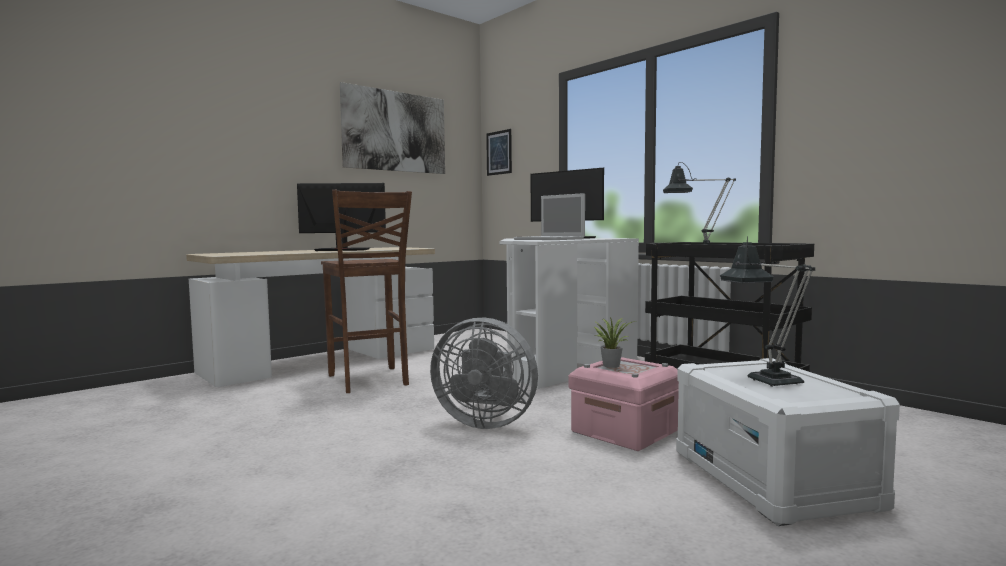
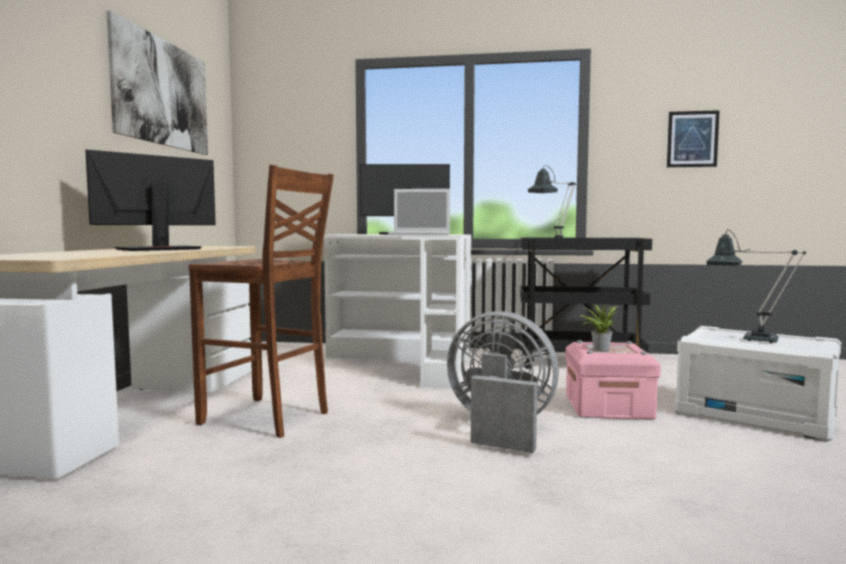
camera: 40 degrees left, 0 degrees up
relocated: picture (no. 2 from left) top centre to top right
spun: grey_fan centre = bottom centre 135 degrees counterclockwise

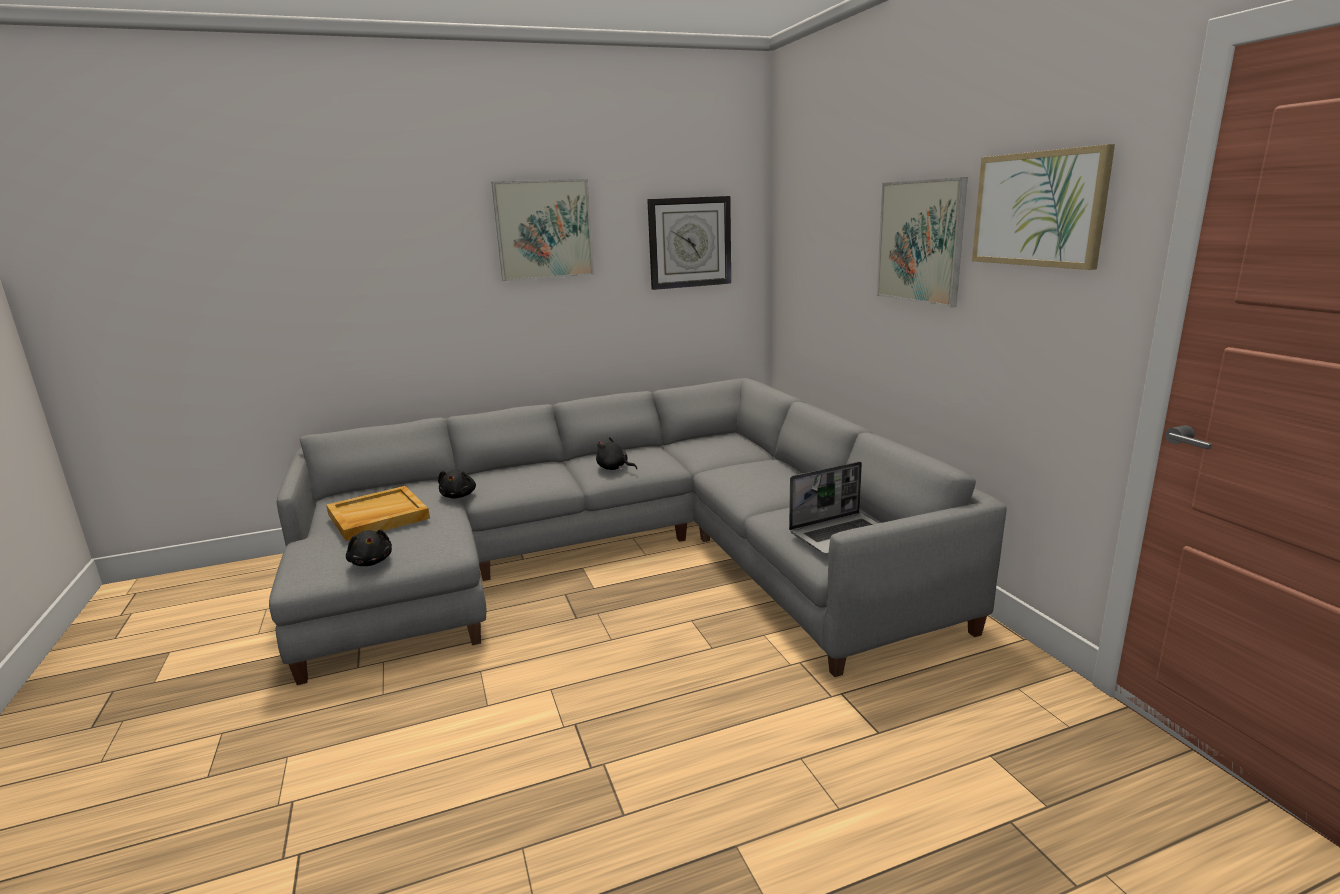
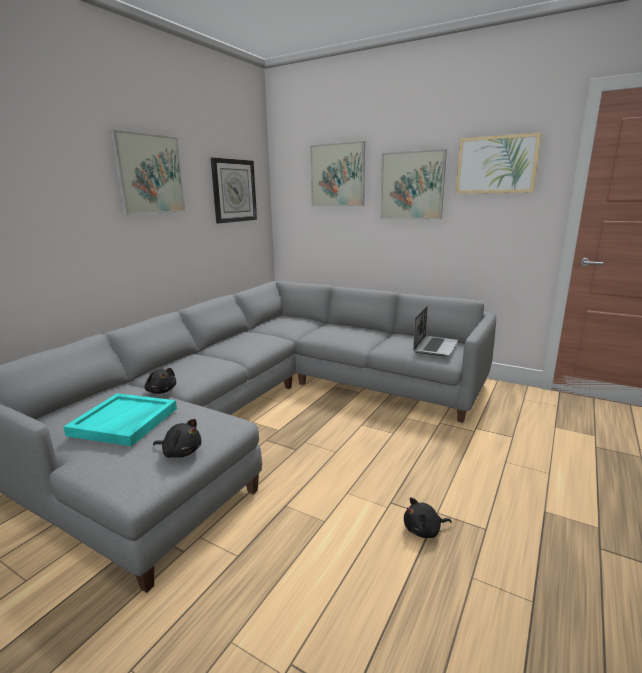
camera: 40 degrees left, 0 degrees up
appeared: picture (no. 2 from left) top centre
relocated: black_plush_toy (no. 3 from left) centre to bottom right
colour: beige_tray middle left to turquoise_tray middle left

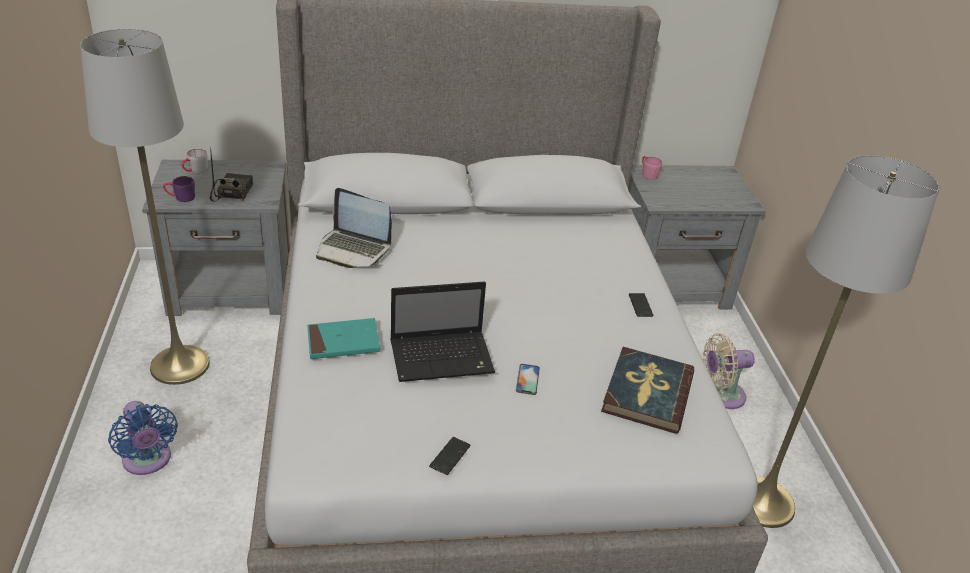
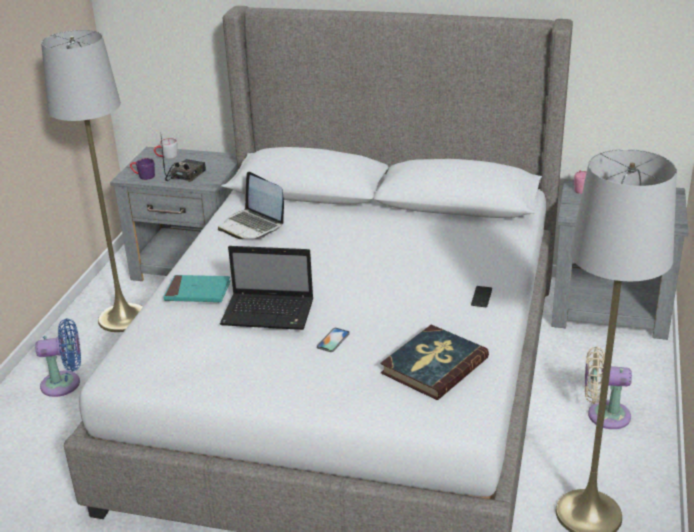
camera: 25 degrees right, 5 degrees down
missing: phone (no. 1 from left) bottom centre
spun: blue_fan bottom left = bottom left 90 degrees counterclockwise

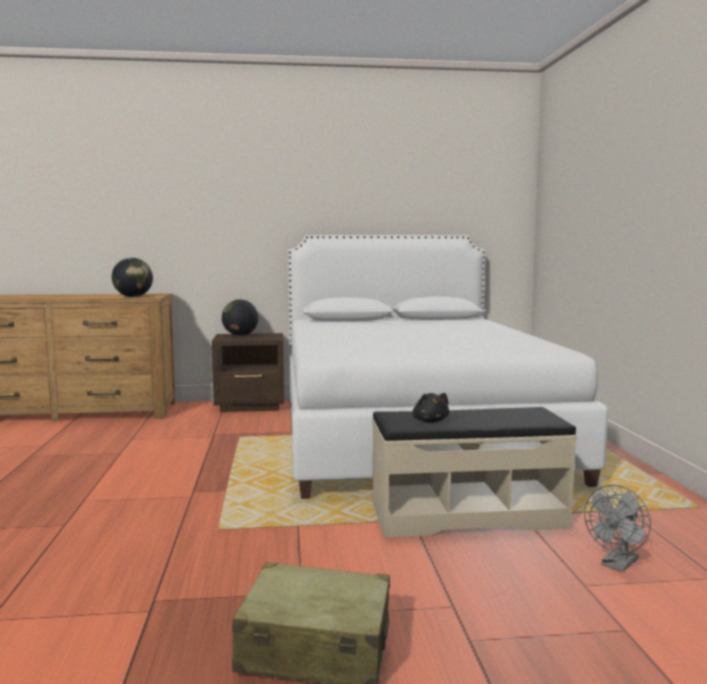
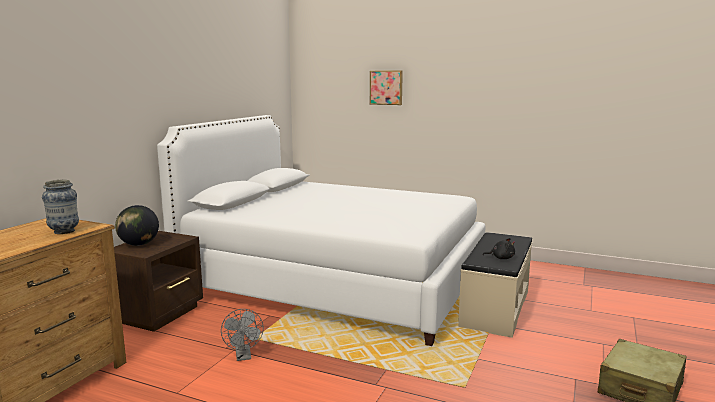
camera: 60 degrees left, 5 degrees up
appeared: picture top centre
relocated: grey_fan bottom right to bottom centre
exchanged: globe (no. 1 from left) middle left to vase middle left

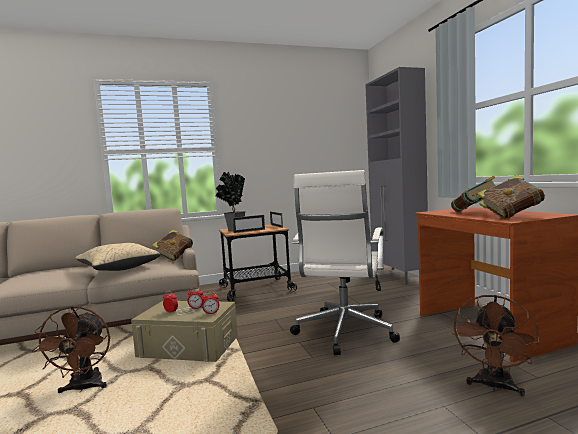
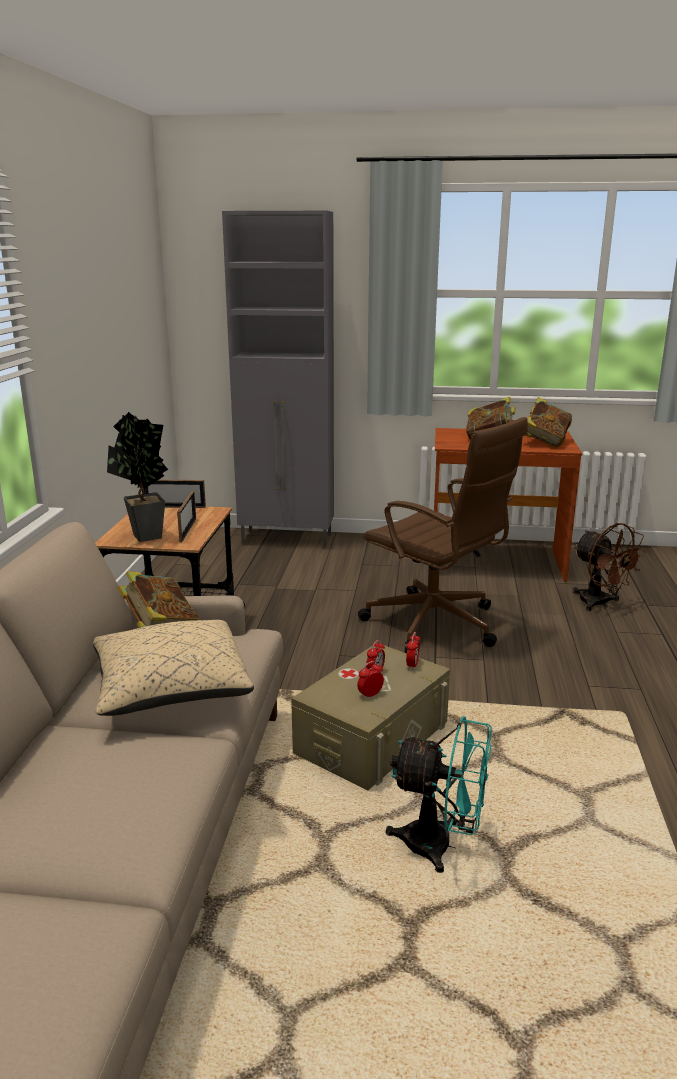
camera: 65 degrees left, 15 degrees up
colour: white_office_chair centre to brown_office_chair centre; brown_fan (no. 1 from left) bottom left to turquoise_fan bottom centre

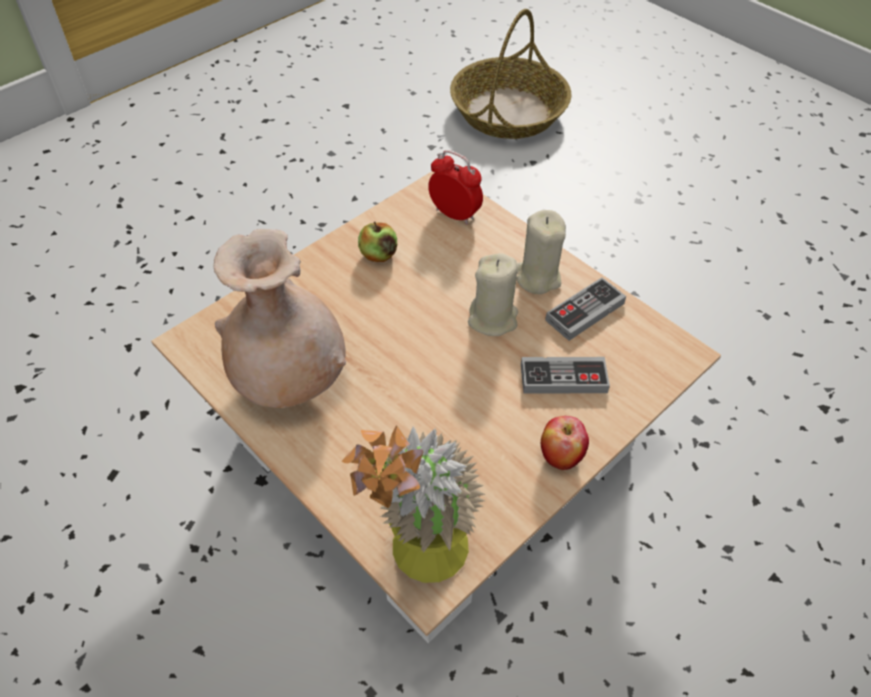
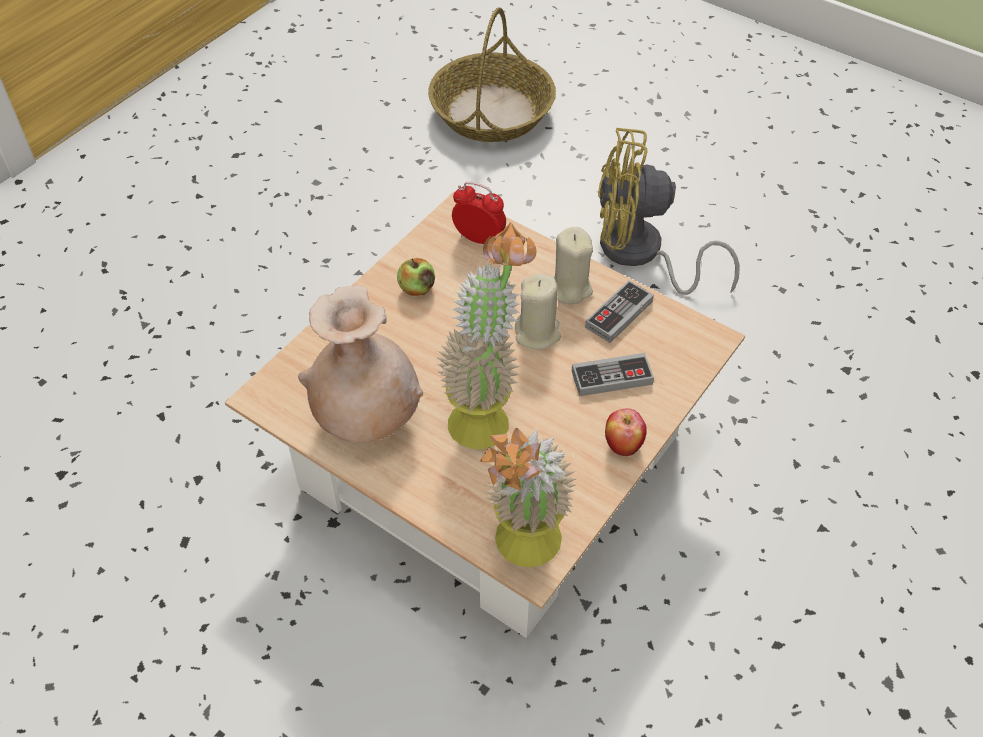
camera: 10 degrees left, 0 degrees up
appeared: potted_plant (no. 1 from left) centre; yellow_fan top right

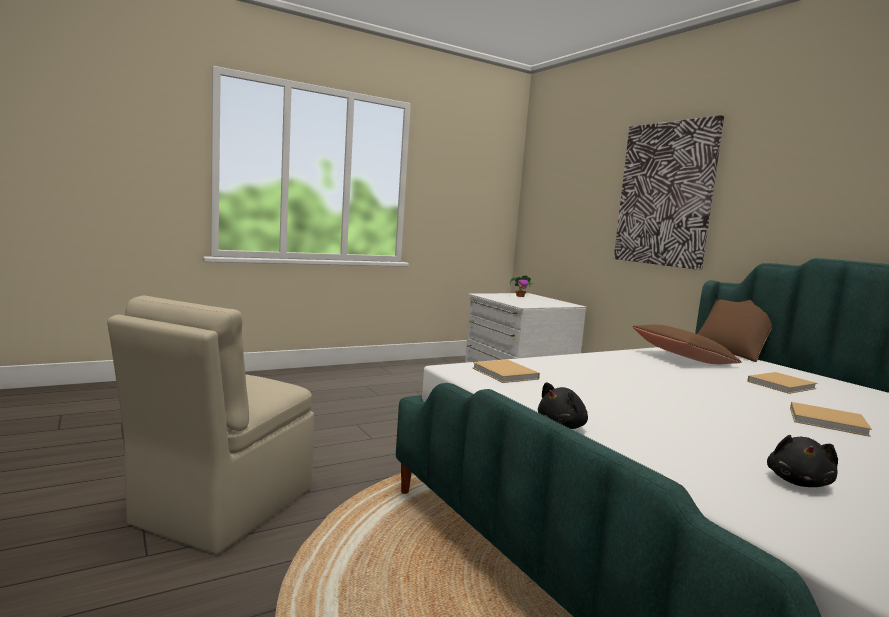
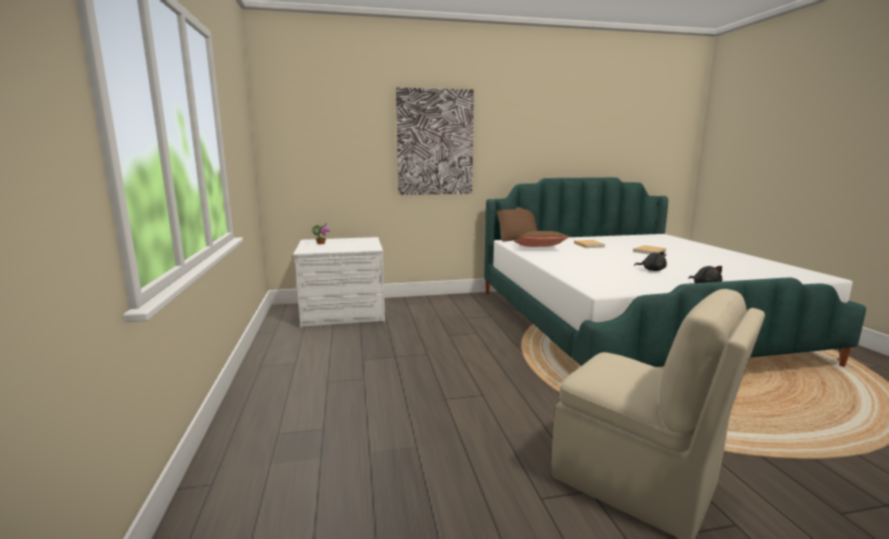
camera: 70 degrees left, 5 degrees up
missing: beige_book (no. 1 from left) centre
relocated: black_plush_toy (no. 2 from left in the first image) bottom right to black_plush_toy (no. 1 from left) middle right

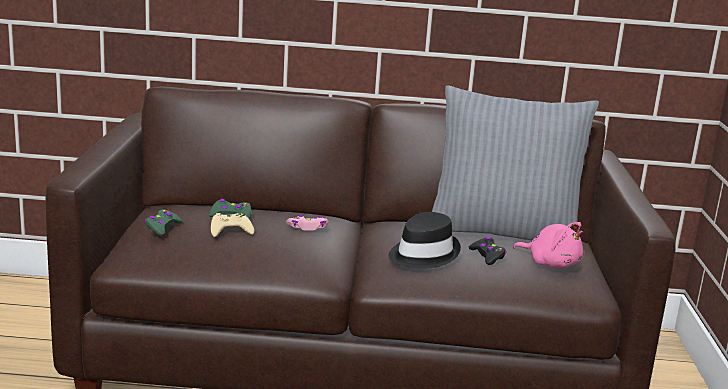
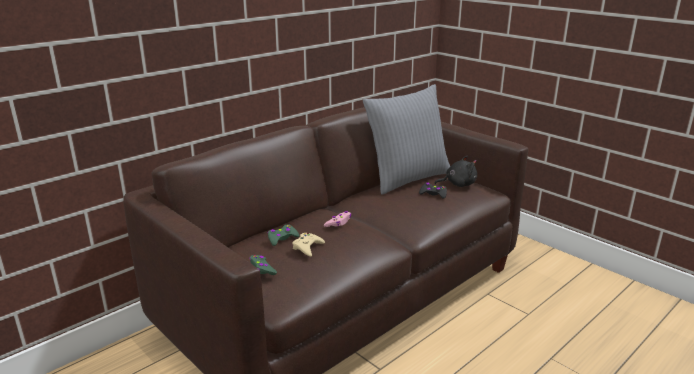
camera: 45 degrees left, 5 degrees up
missing: black_hat centre
colour: pink_plush_toy middle right to black_plush_toy centre

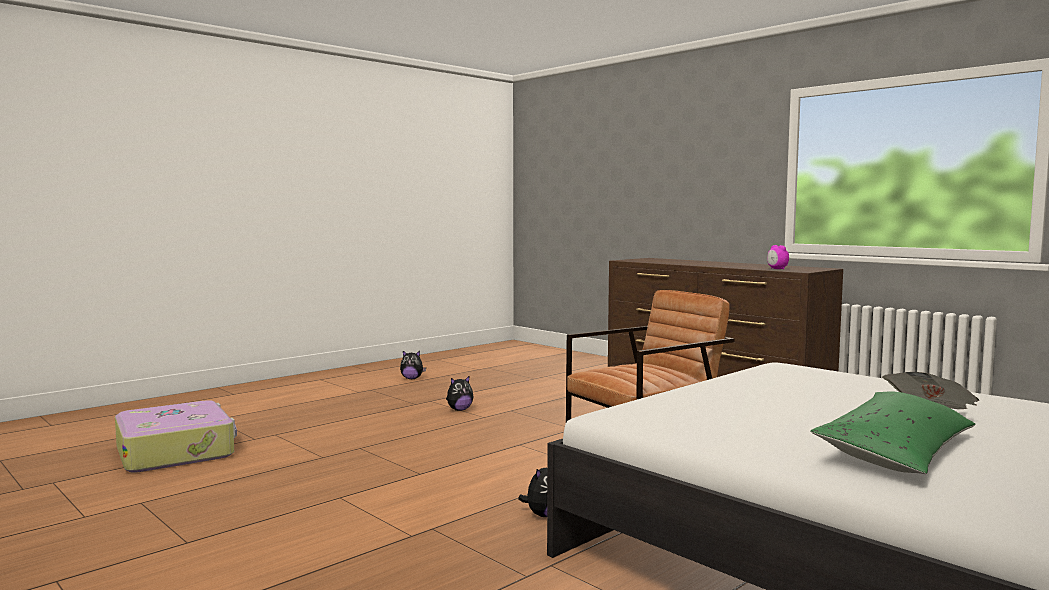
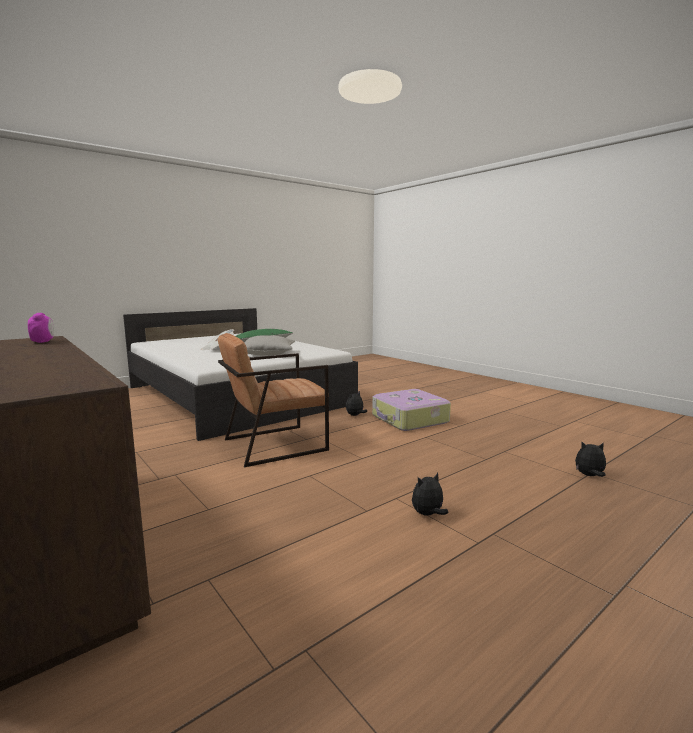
camera: 175 degrees left, 5 degrees up
appeared: grey_pillow centre
relocated: suitcase bottom left to centre; plush_toy (no. 1 from left in the first image) centre to plush_toy (no. 3 from left) middle right

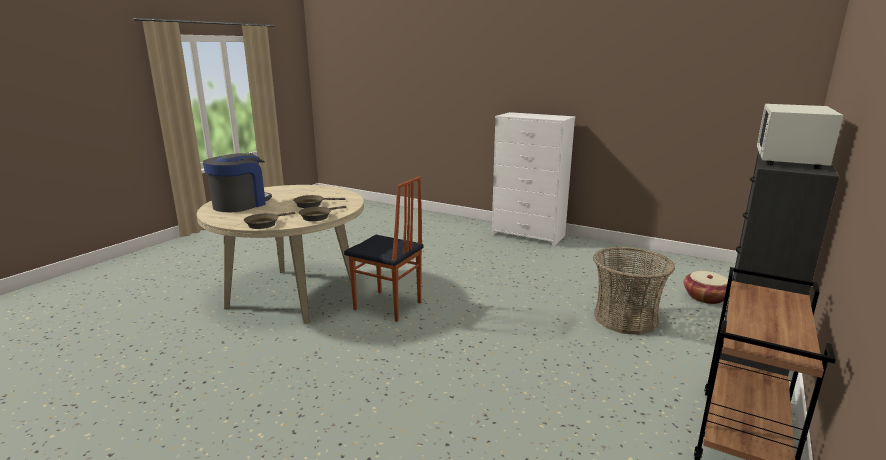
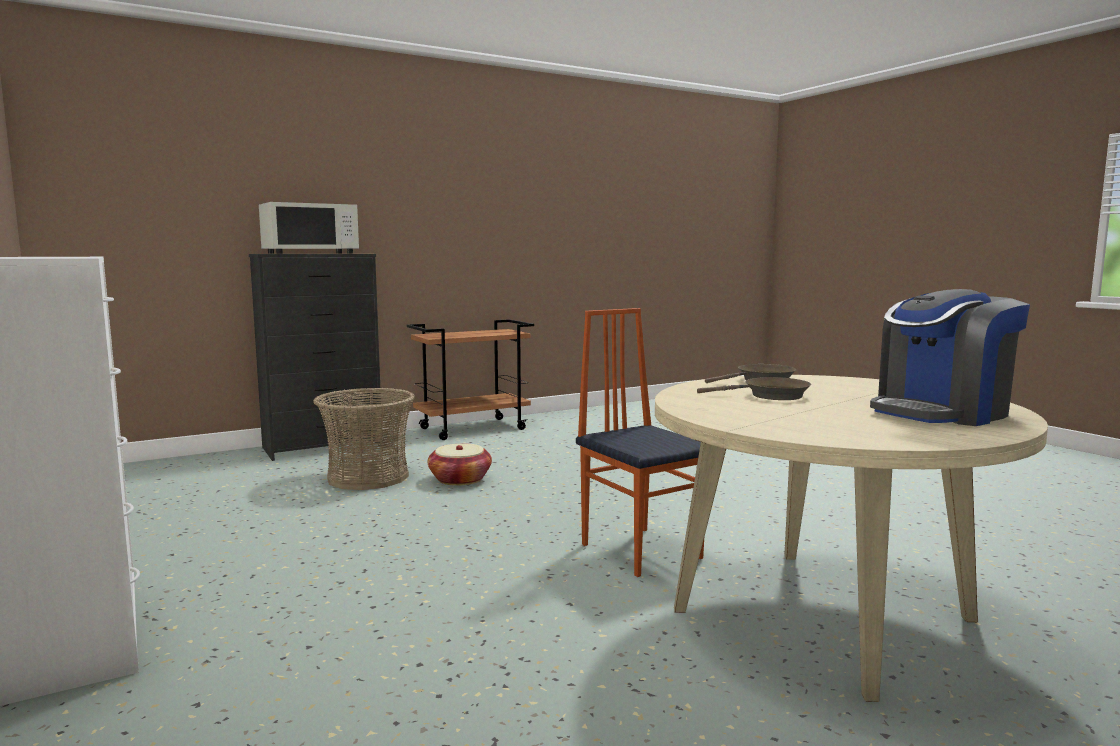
camera: 150 degrees left, 10 degrees down
missing: brown_frying_pan (no. 1 from left) middle left
relocated: basket (no. 2 from left) middle right to centre

